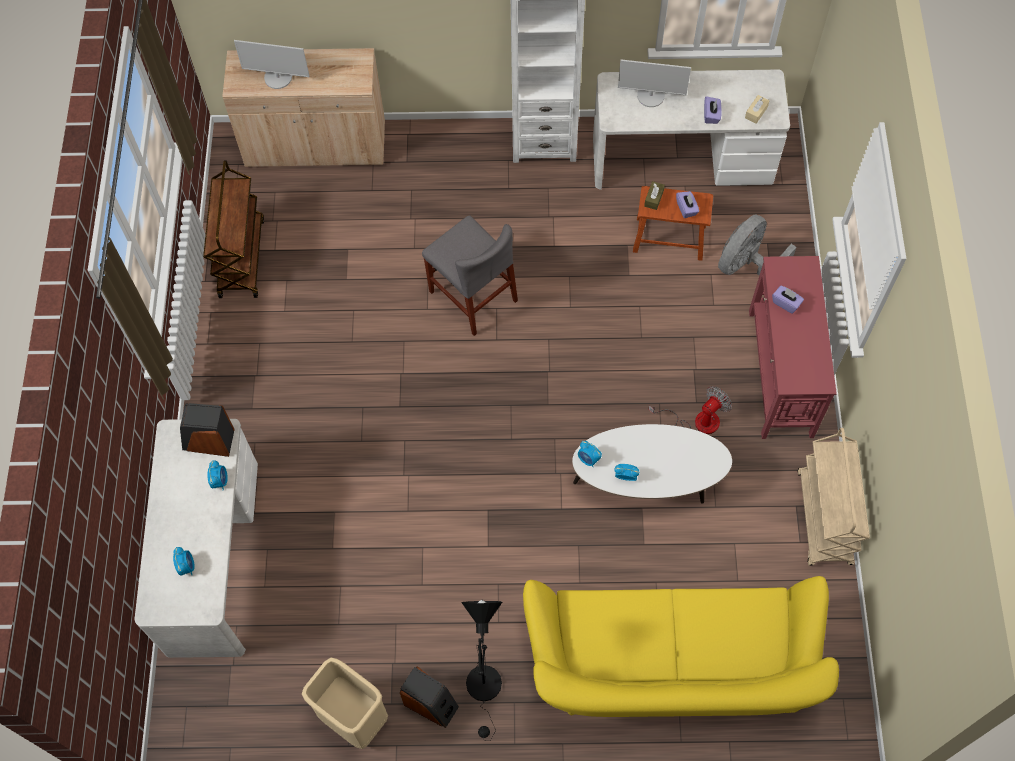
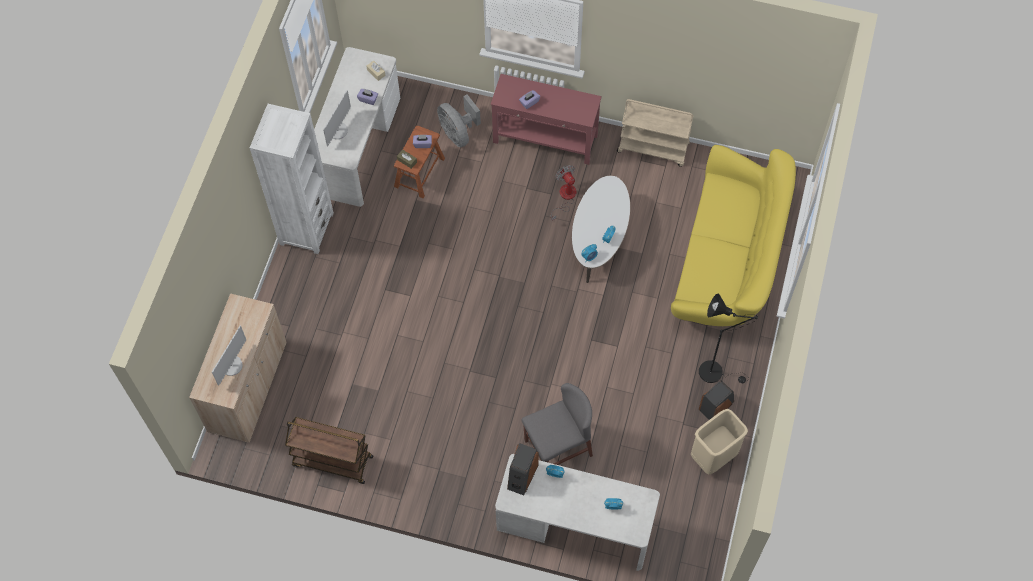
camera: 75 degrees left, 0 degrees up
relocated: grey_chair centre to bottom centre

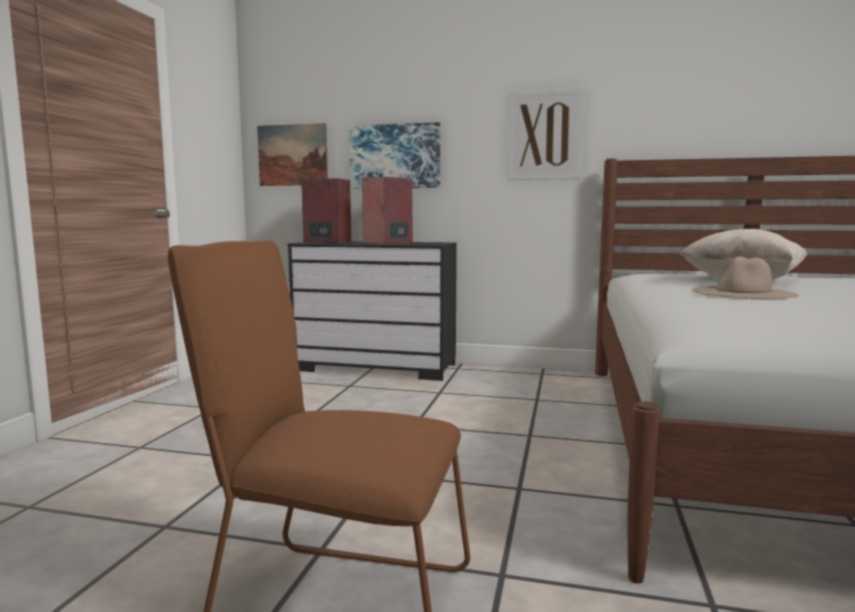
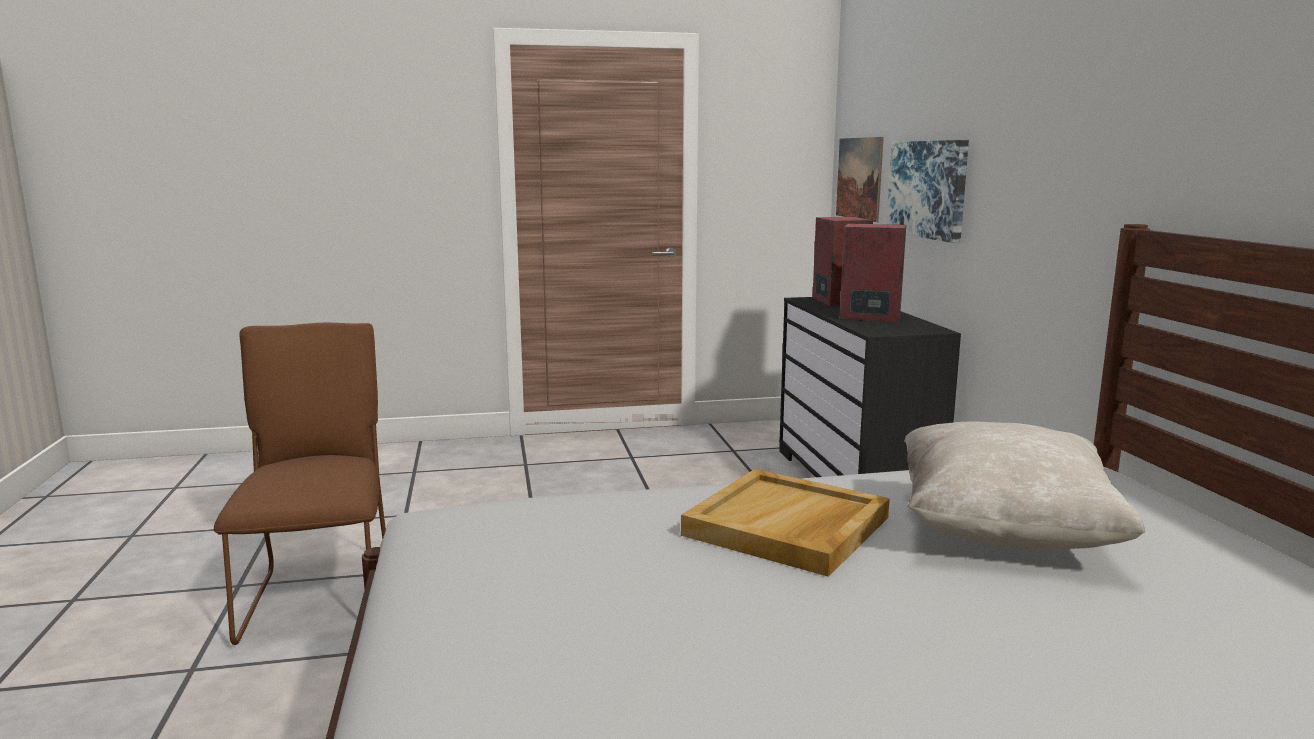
camera: 65 degrees right, 5 degrees up
missing: picture (no. 3 from left) top centre
exchanged: beige_hat middle right to beige_tray bottom centre

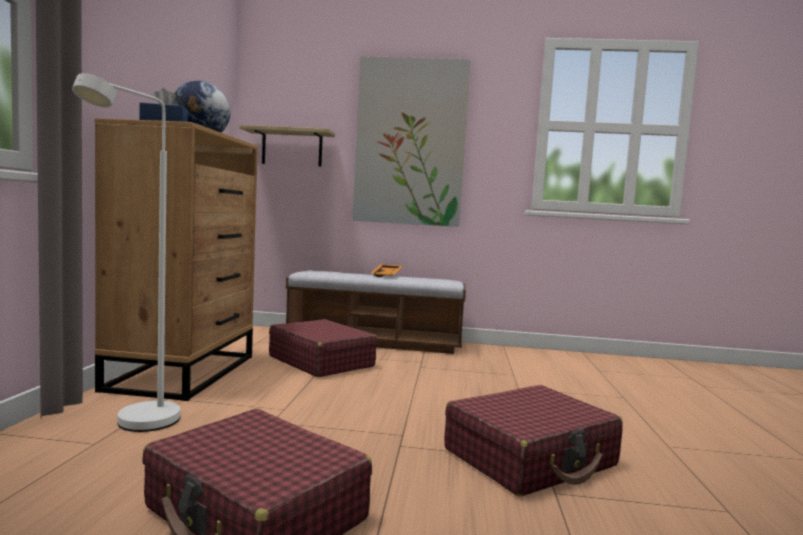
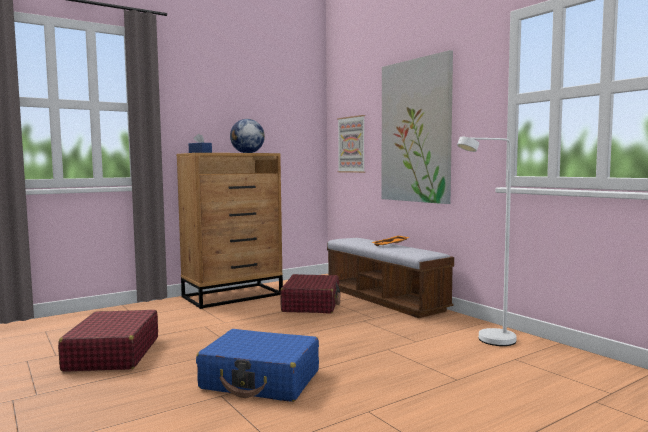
camera: 50 degrees right, 0 degrees up
relocated: white_floor_lamp middle left to middle right
exchanged: shelf top centre to picture (no. 1 from left) centre
colour: red_suitcase (no. 3 from left) bottom centre to blue_suitcase bottom centre

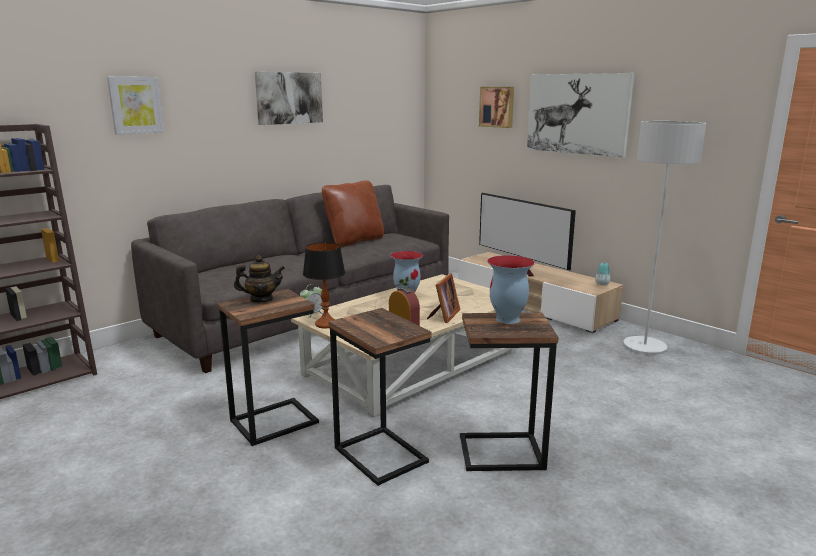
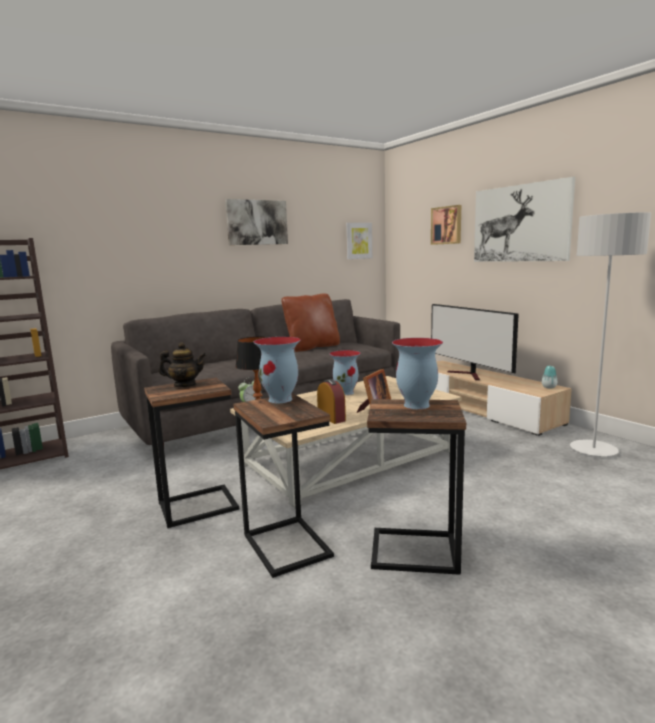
camera: 10 degrees right, 5 degrees down
appeared: vase (no. 1 from left) centre
relocated: picture (no. 1 from left in the first image) top left to picture (no. 2 from left) centre

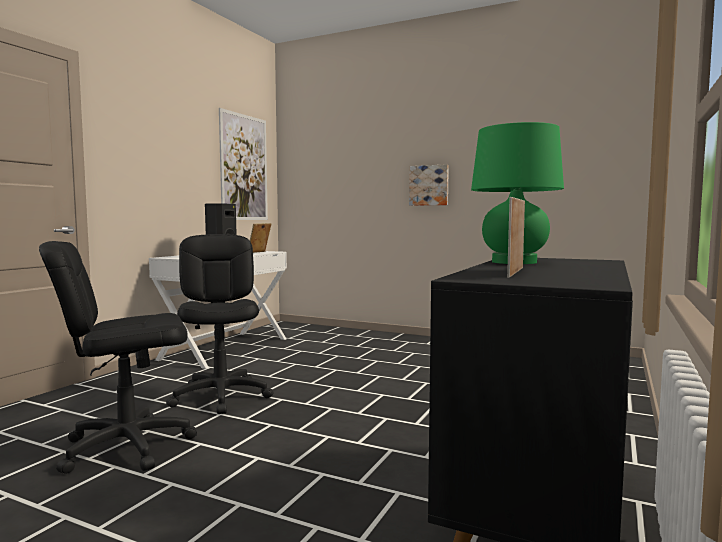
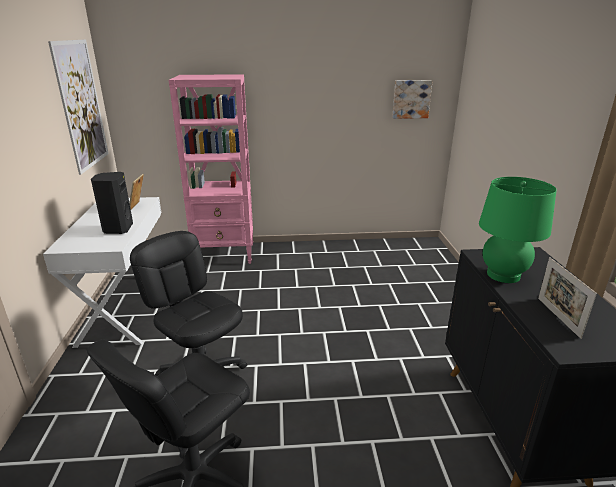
camera: 30 degrees left, 20 degrees up
appeared: pink_bookcase centre
relocated: picture (no. 2 from left) centre to top right

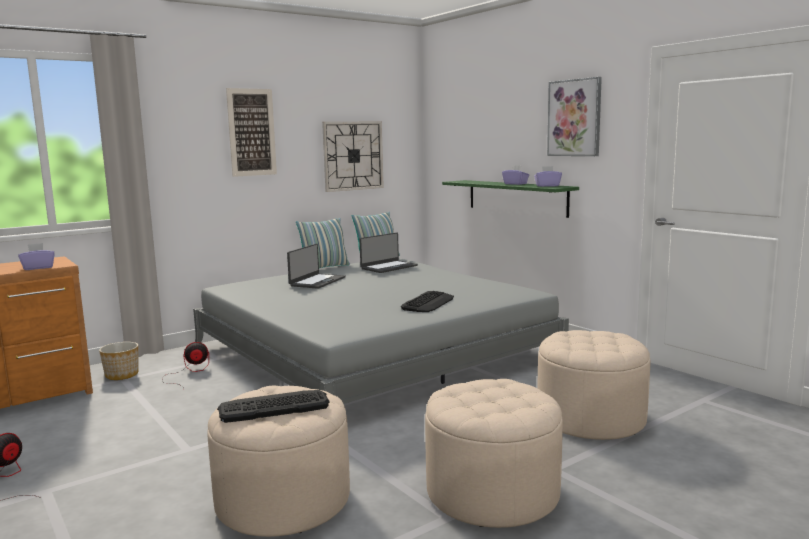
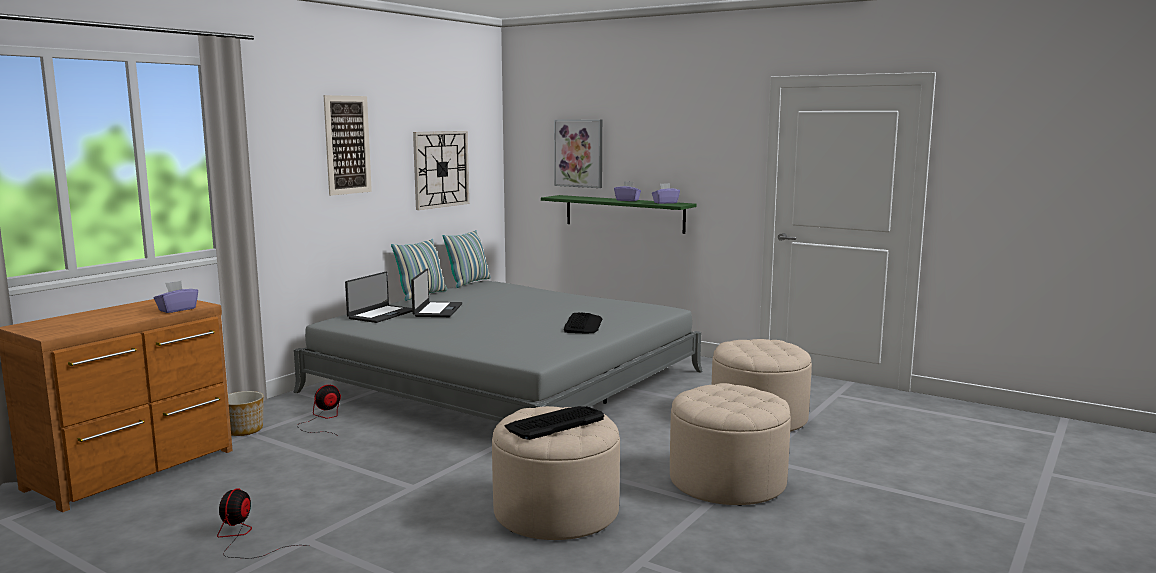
camera: 20 degrees left, 0 degrees up
relocated: laptop (no. 2 from left in the first image) centre to laptop (no. 1 from left) middle left; picture (no. 2 from left) top right to top centre

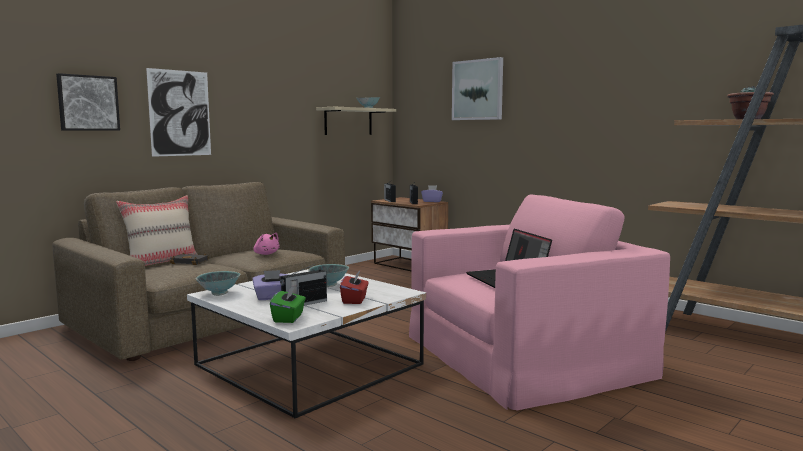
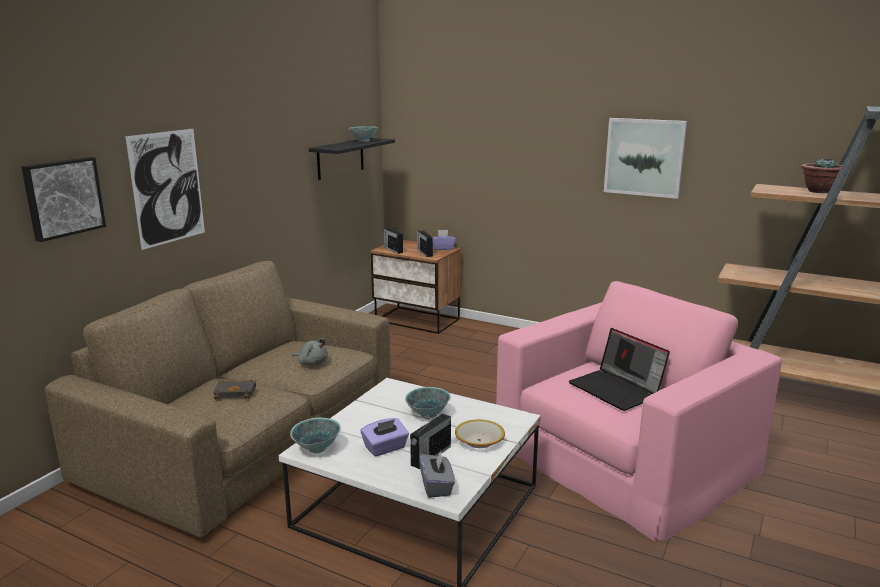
camera: 15 degrees left, 10 degrees up
missing: beige_pillow middle left
relocated: picture (no. 3 from left) top centre to top right
exchanged: red_tissue_box centre to bowl (no. 4 from left) bottom centre
colour: pink_plush_toy middle left to grey_plush_toy centre; beige_shelf top centre to black_shelf top centre; green_tissue_box bottom centre to grey_tissue_box bottom centre

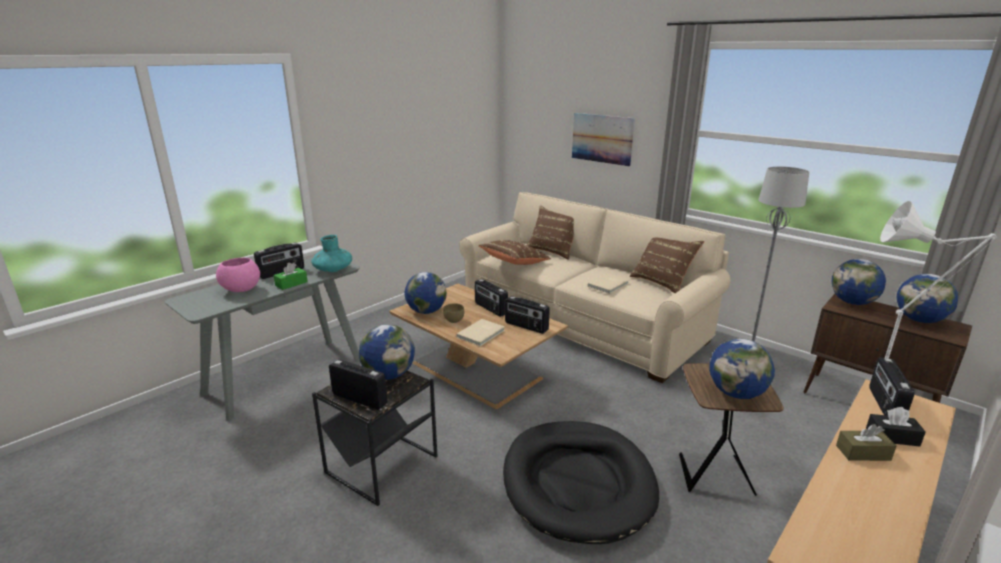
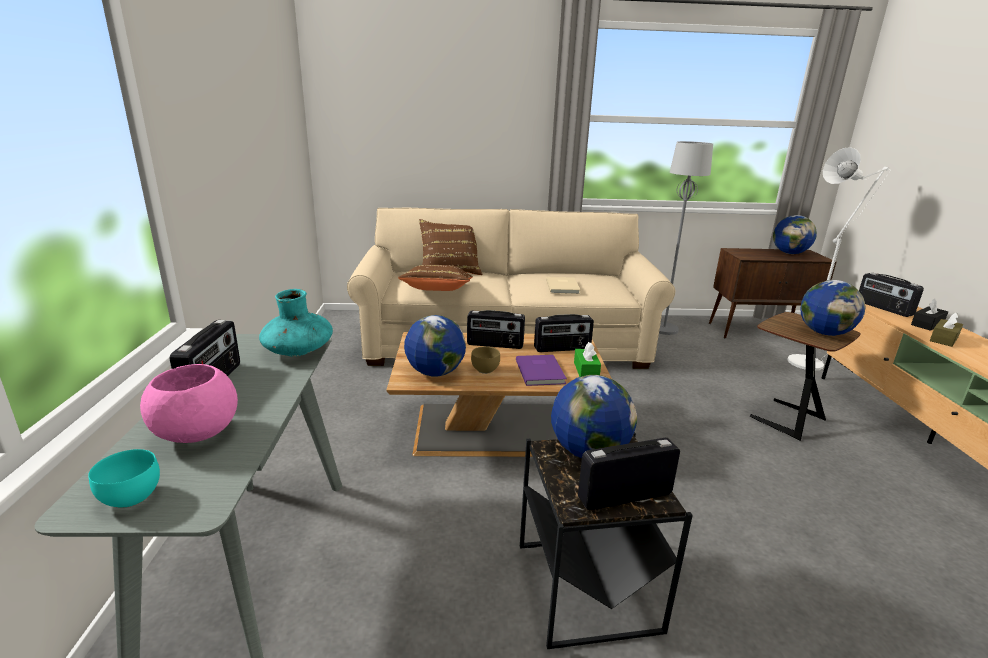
camera: 45 degrees left, 0 degrees up
missing: black_dog_bed bottom centre; picture top centre; brown_pillow (no. 3 from left) centre; globe (no. 4 from left) middle right
appeared: turquoise_bowl bottom left
relocated: green_tissue_box middle left to centre
colour: beige_book (no. 1 from left) centre to purple_book centre

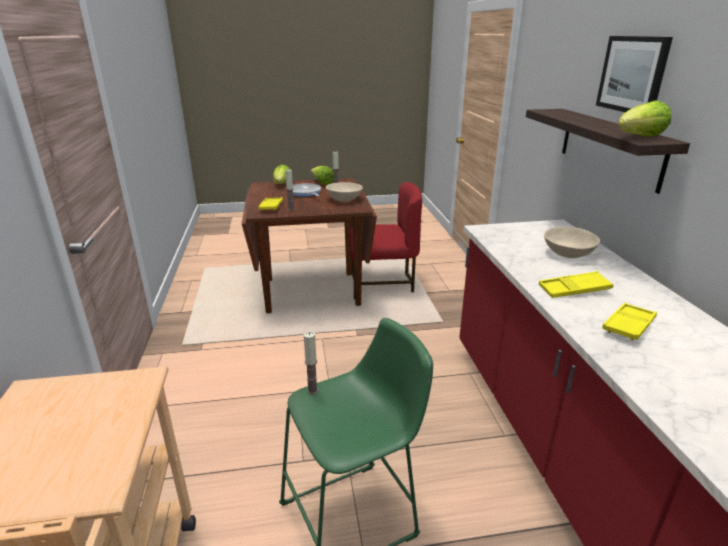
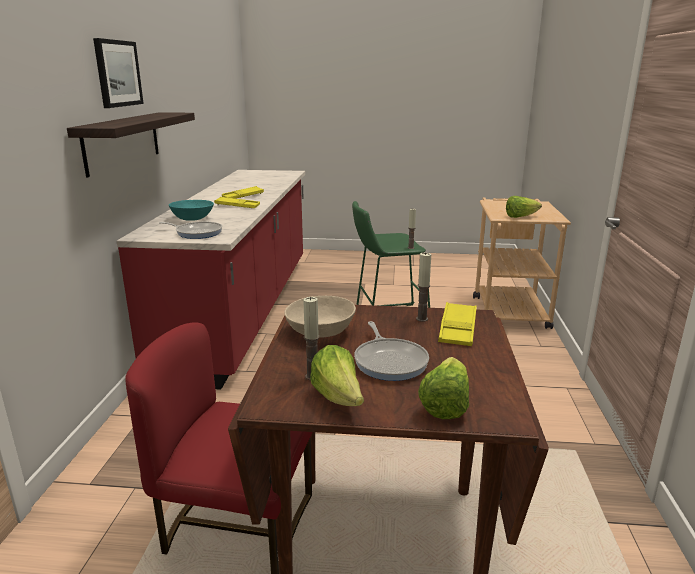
camera: 165 degrees left, 5 degrees down
appeared: frying_pan (no. 1 from left) middle left
relocated: lettuce (no. 3 from left) top right to middle right
colour: beige_bowl (no. 2 from left) middle right to turquoise_bowl middle left

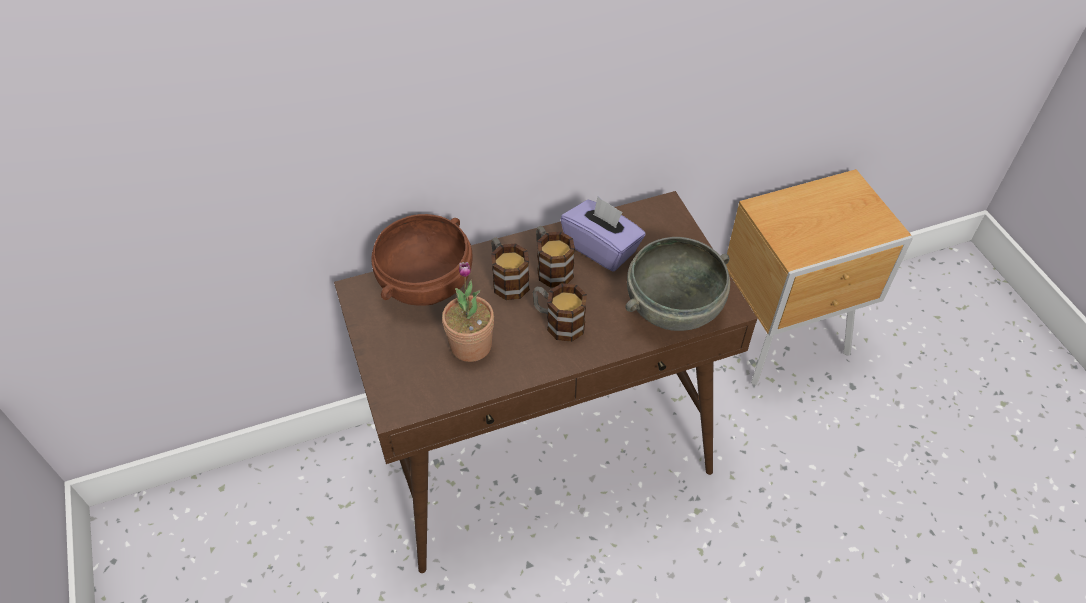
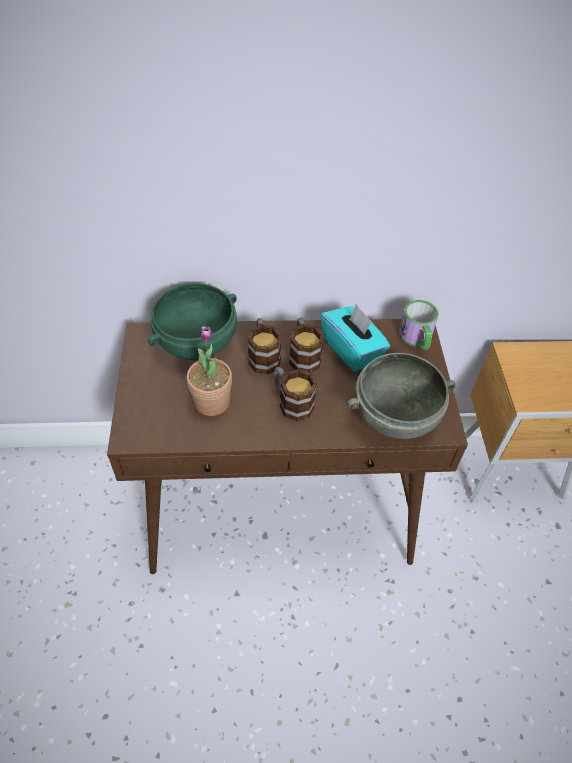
camera: 15 degrees right, 0 degrees up
appeared: mug (no. 4 from left) middle right
colour: brown_bowl centre to green_bowl centre; purple_tissue_box centre to turquoise_tissue_box centre

